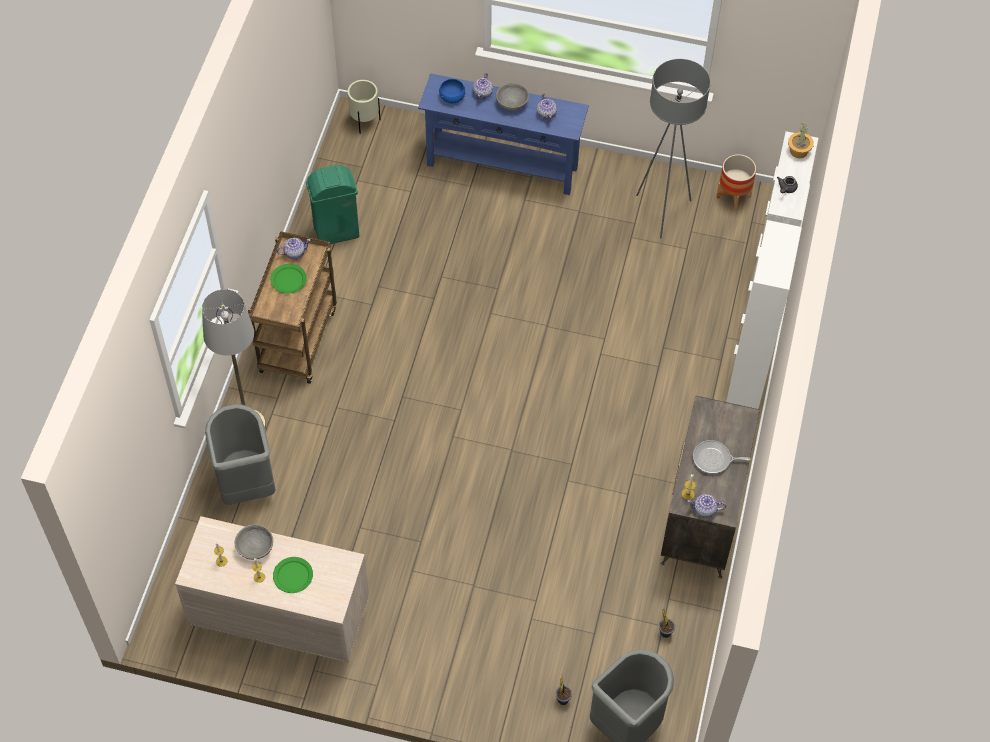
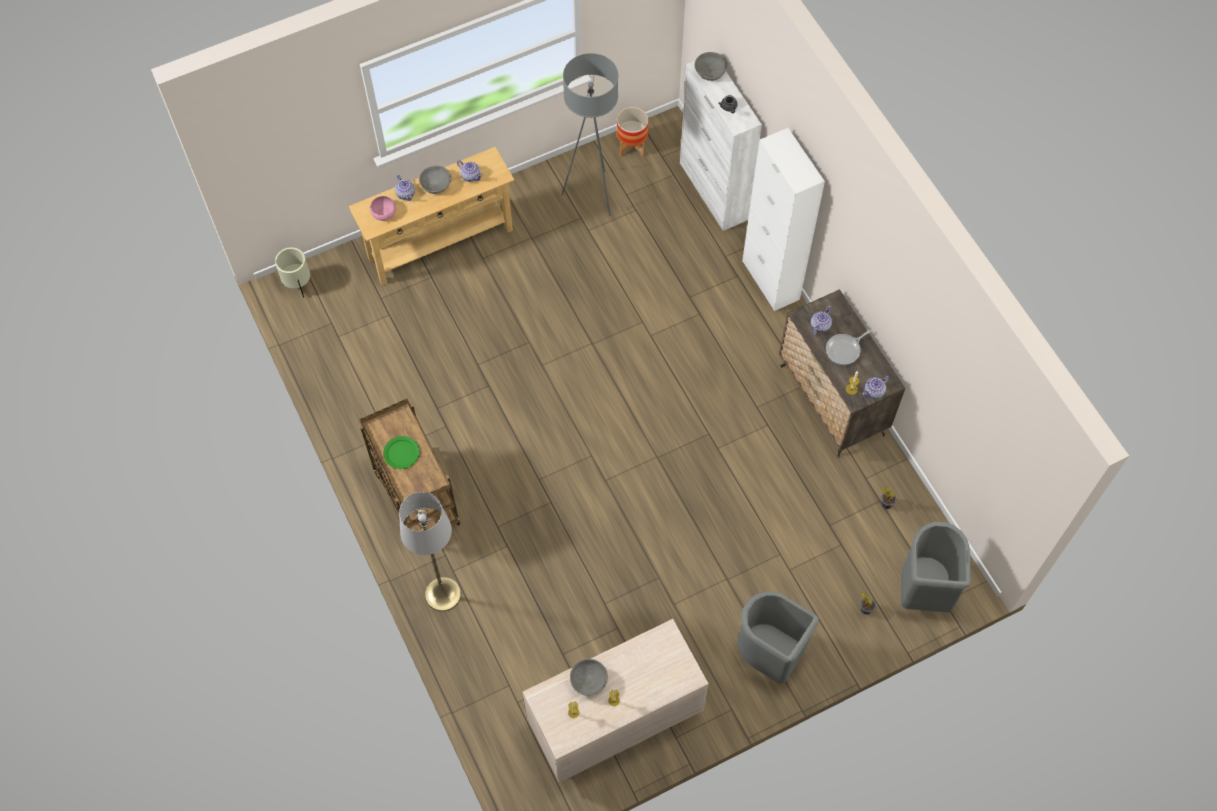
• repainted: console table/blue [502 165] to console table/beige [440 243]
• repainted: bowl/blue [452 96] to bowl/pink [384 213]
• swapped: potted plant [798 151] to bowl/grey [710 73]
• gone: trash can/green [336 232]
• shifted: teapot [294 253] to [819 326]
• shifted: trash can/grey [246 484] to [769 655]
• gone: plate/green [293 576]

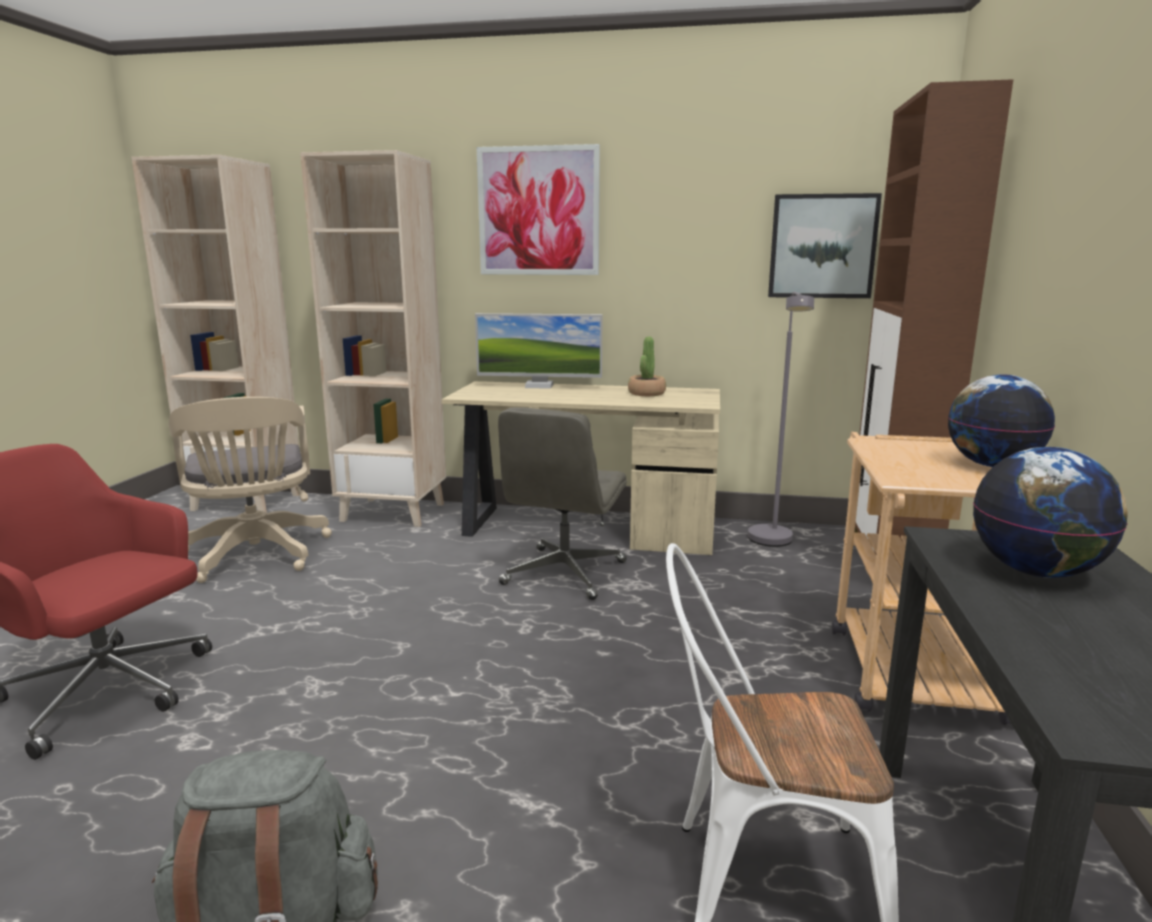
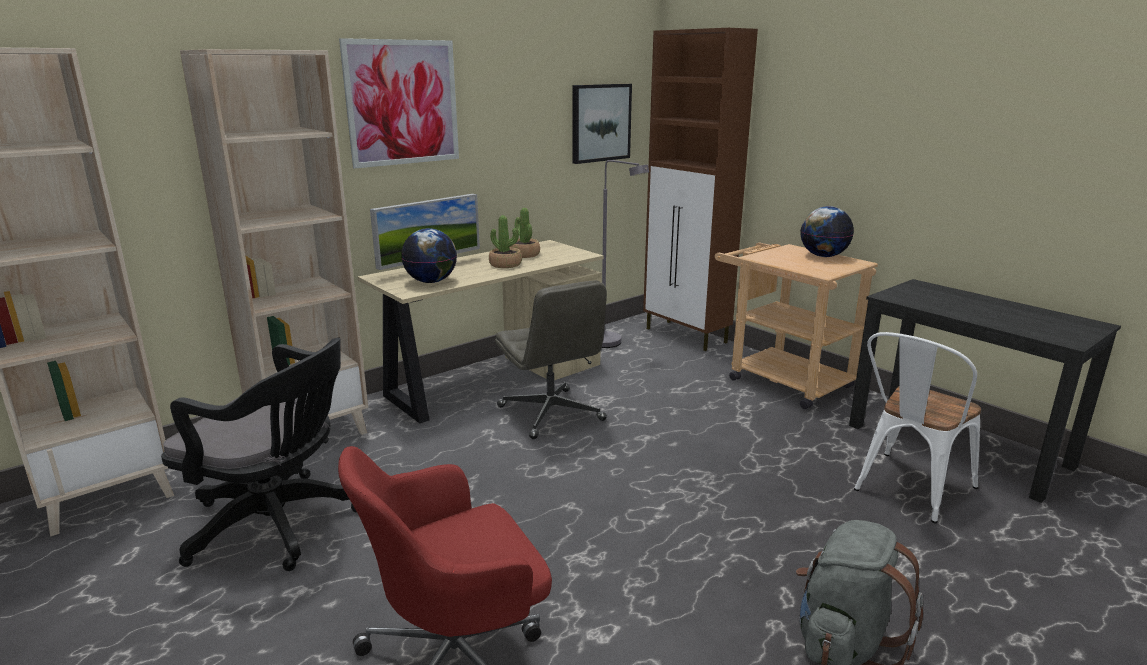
• repainted: office chair/beige [256 556] to office chair/black [280 525]
• shifted: globe [1036 572] to [431 281]
• new: potted plant [505 264]

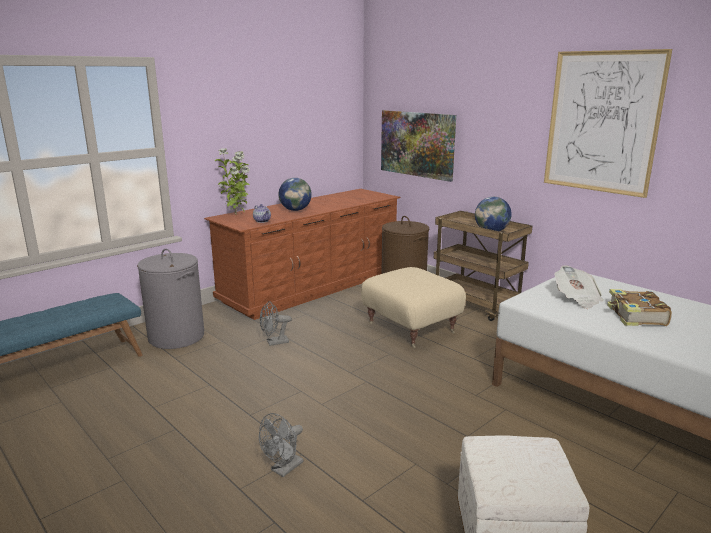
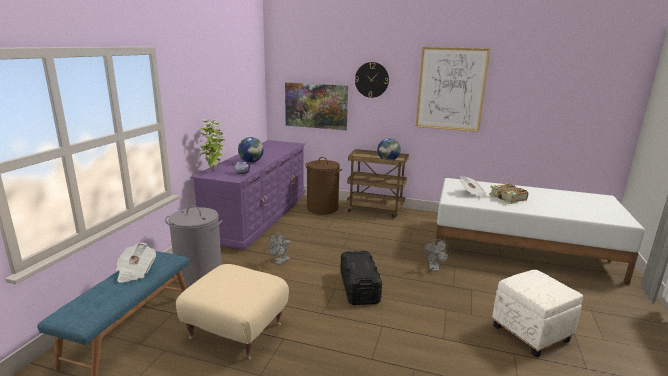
• repainted: dresser/brown [312 287] to dresser/purple [259 217]
• shifted: ottoman/beige [411 328] to [236 331]
• shifted: fan/grey [284 469] to [434 269]
• new: wall clock [371 80]
• new: newspaper [135 272]
• new: storage box/black [359 287]

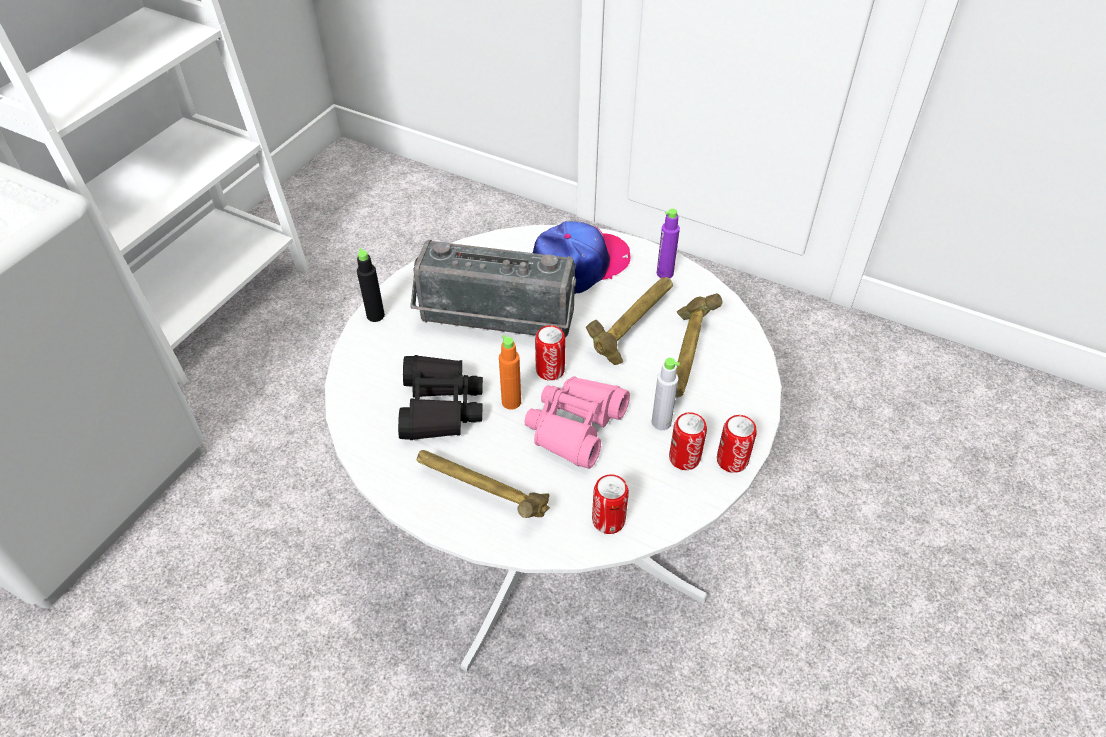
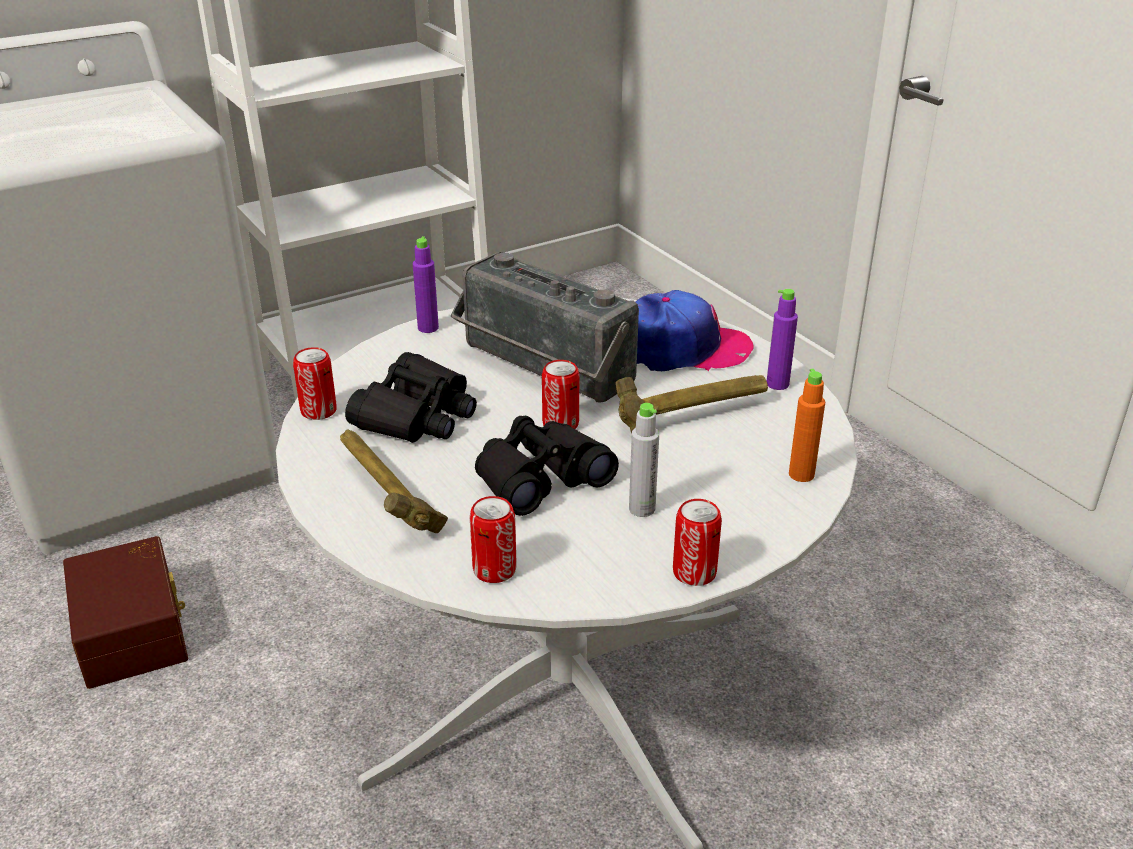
• repainted: bottle/black [375 315] to bottle/purple [428 328]
• gone: hammer [686 358]
• shifted: bottle/orange [511 402] to [801 474]
• repainted: binoculars/pink [575 426] to binoculars/black [540 479]
• shifted: can [684 458] to [318 411]
• new: storage box/brown [135 630]

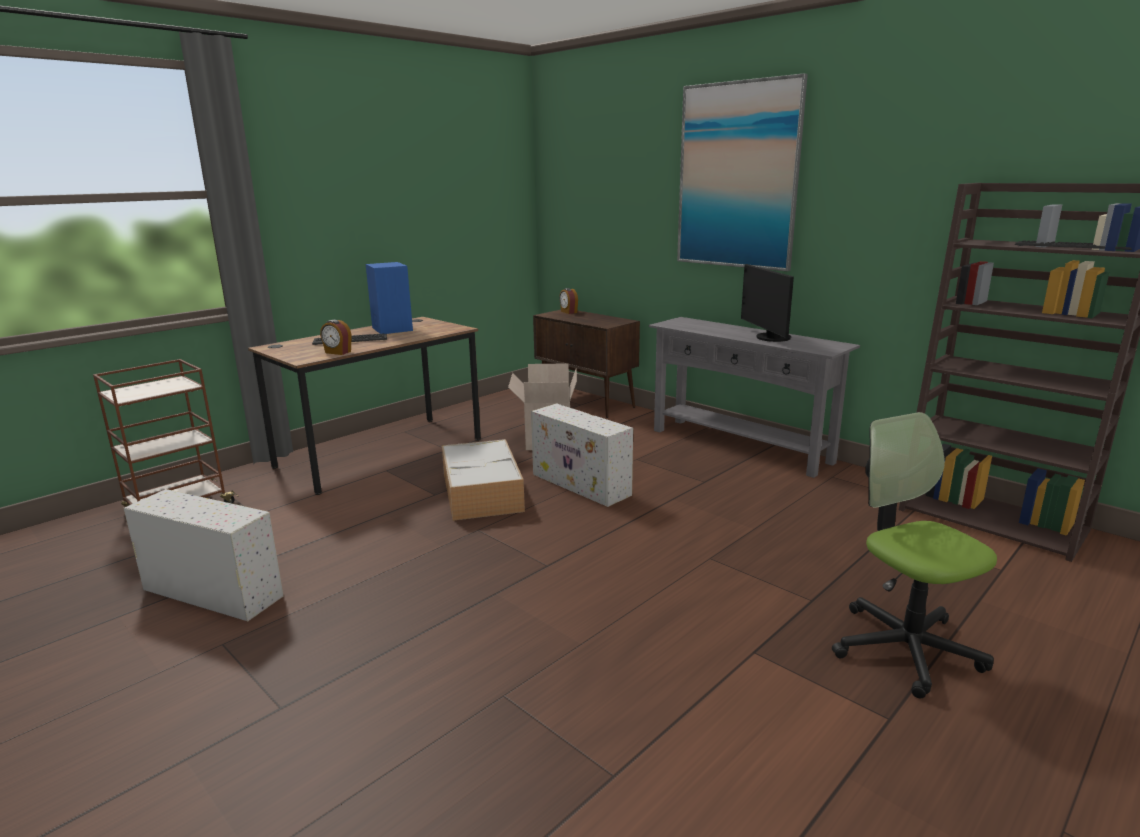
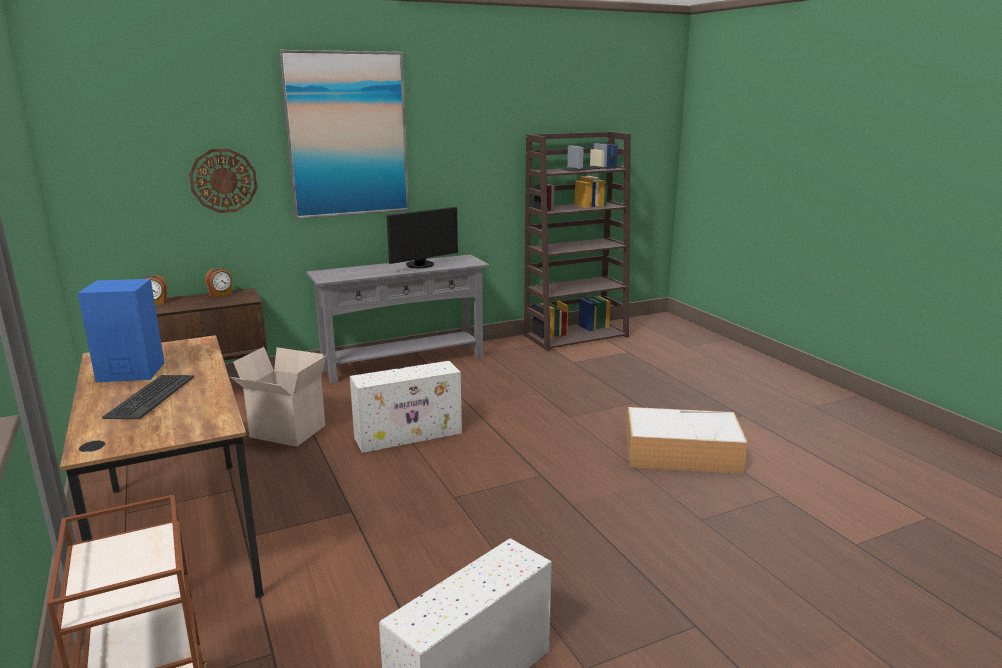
• rotated: monitor [769 338] = [421 265] 45 degrees counterclockwise
• shifted: alarm clock [337 352] to [221 294]
• gone: office chair [905 648]
• shifted: storage box [482 493] to [683 453]
• new: wall clock [223 180]

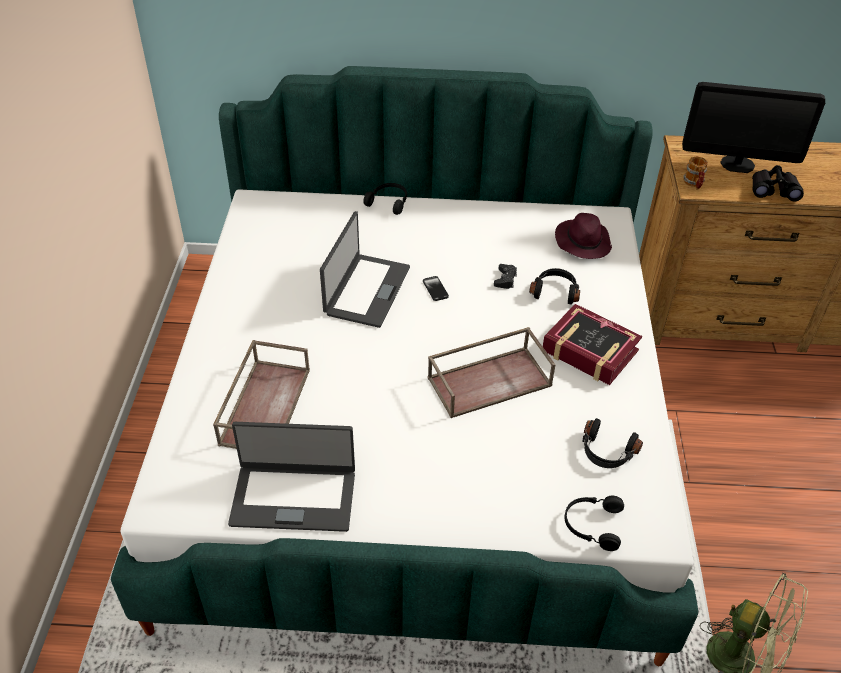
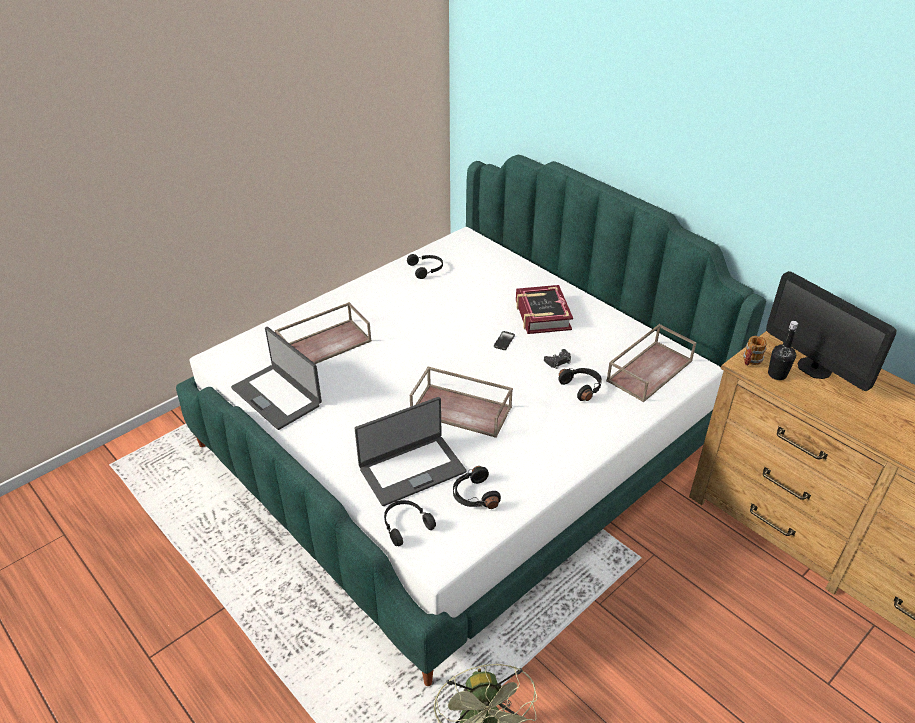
• gone: binoculars/black [773 190]
• shifted: headphones/black [389 202] to [426 269]
• shifted: laptop [366 290] to [411 469]
• swapped: hat/purple [582 242] to tray/brown [649 370]
• shifted: book [589 351] to [542 315]
• new: bottle/black [777 374]

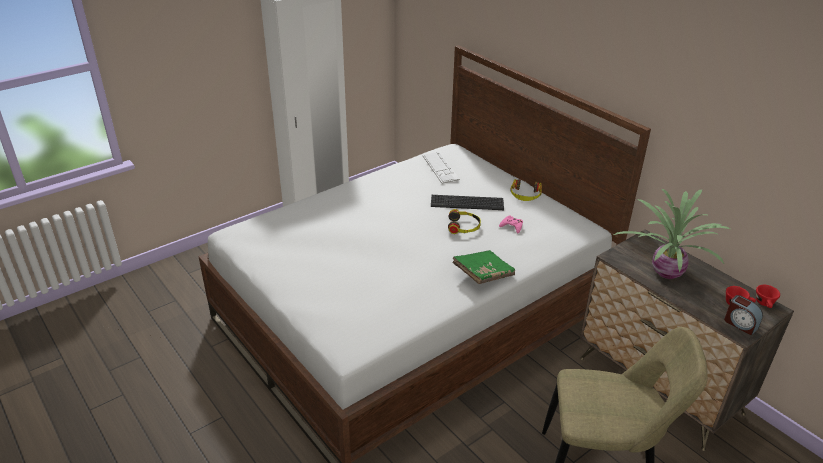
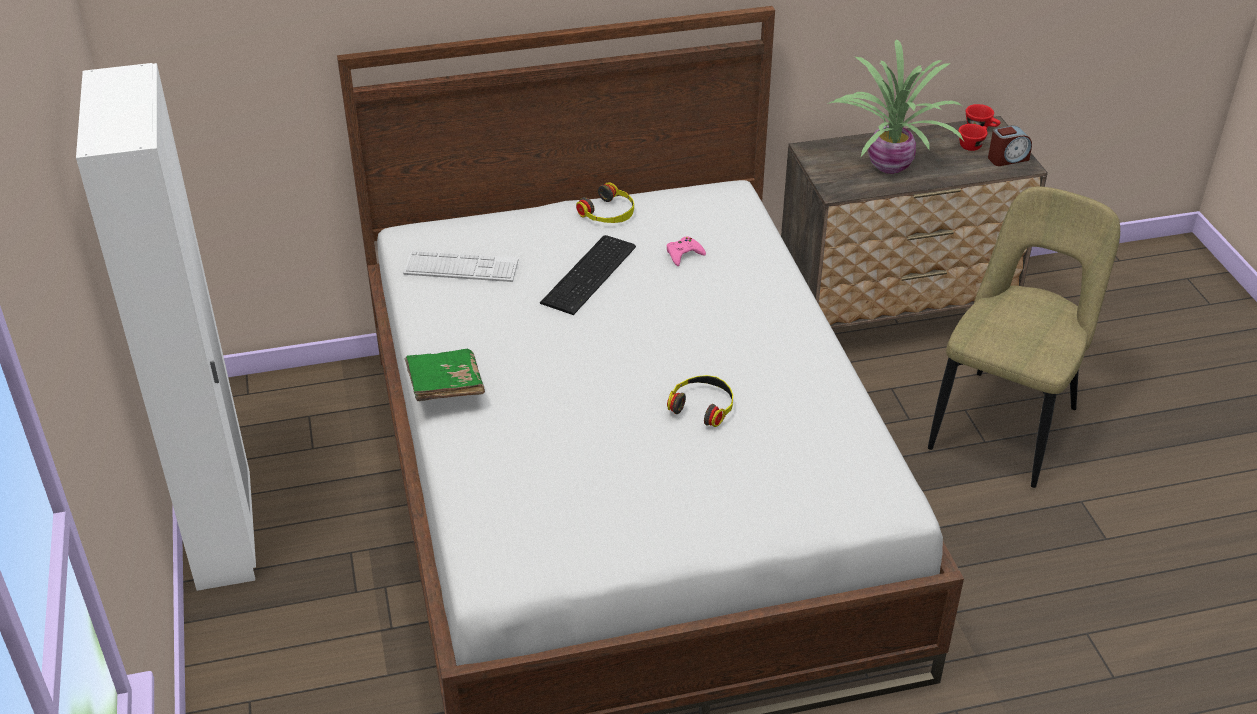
• shifted: headphones [464 226] to [702 406]
• shifted: book/green [483 274] to [445 388]

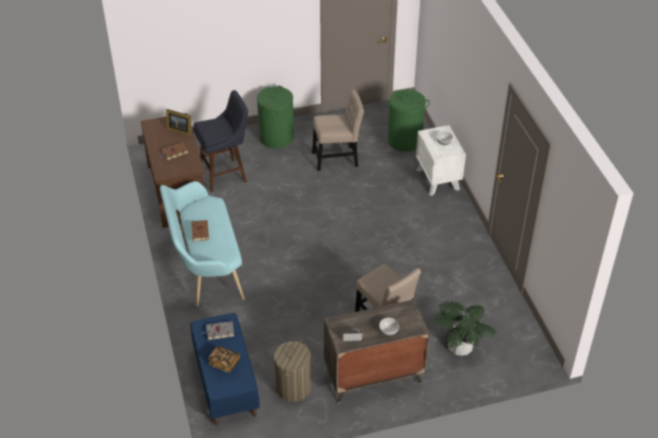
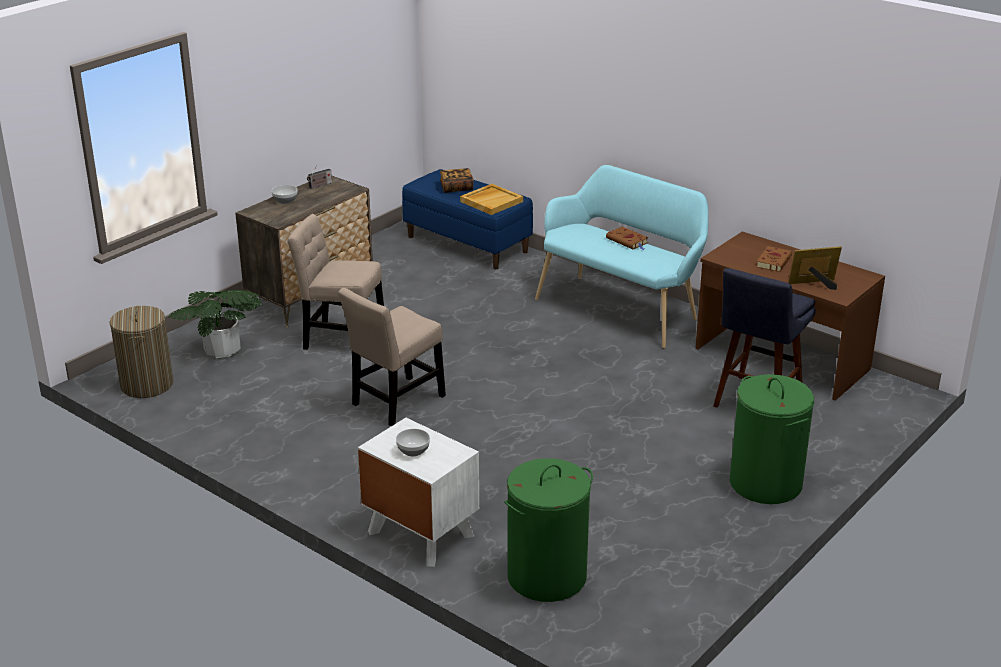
• shifted: chair/beige [337 158] to [395 402]
• swapped: book/grey [219 332] to tray/beige [491 201]
• shifted: laundry basket [293 387] to [147 384]

